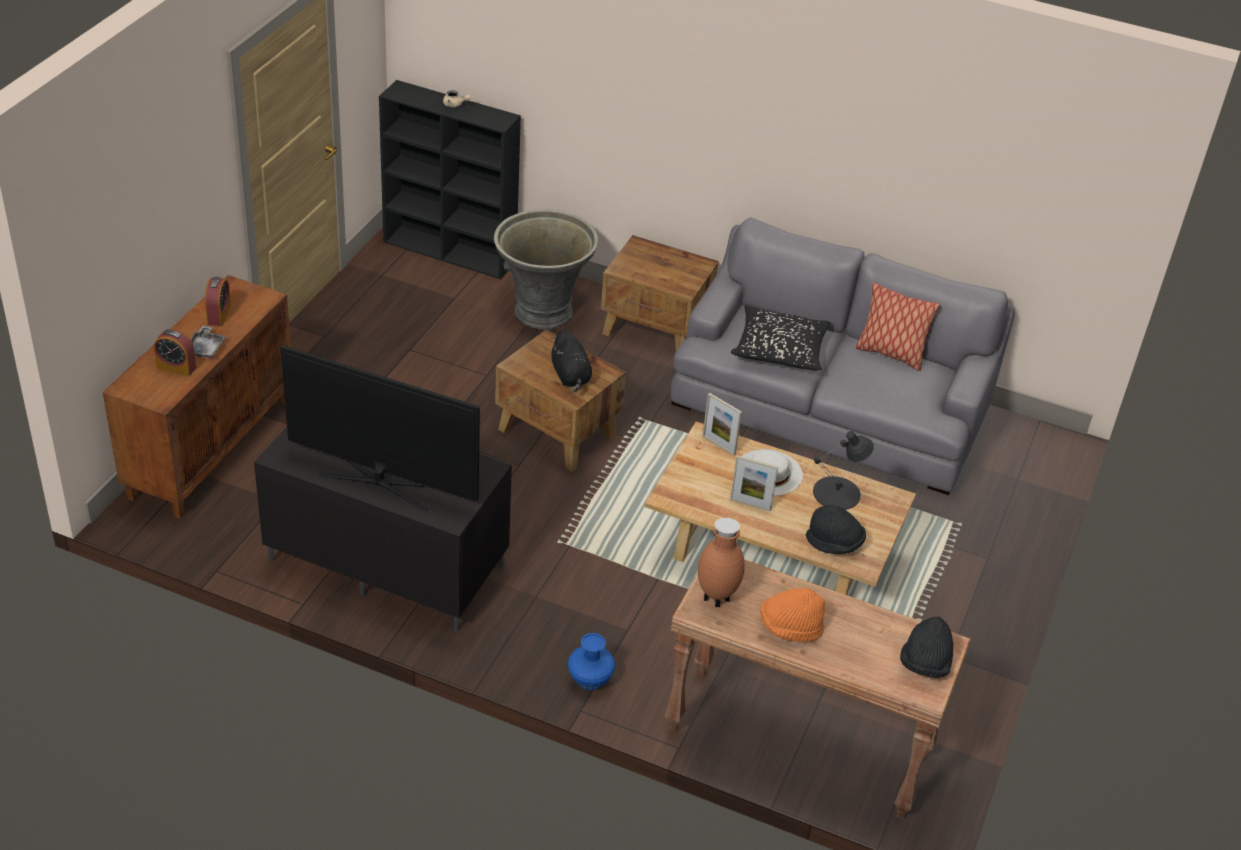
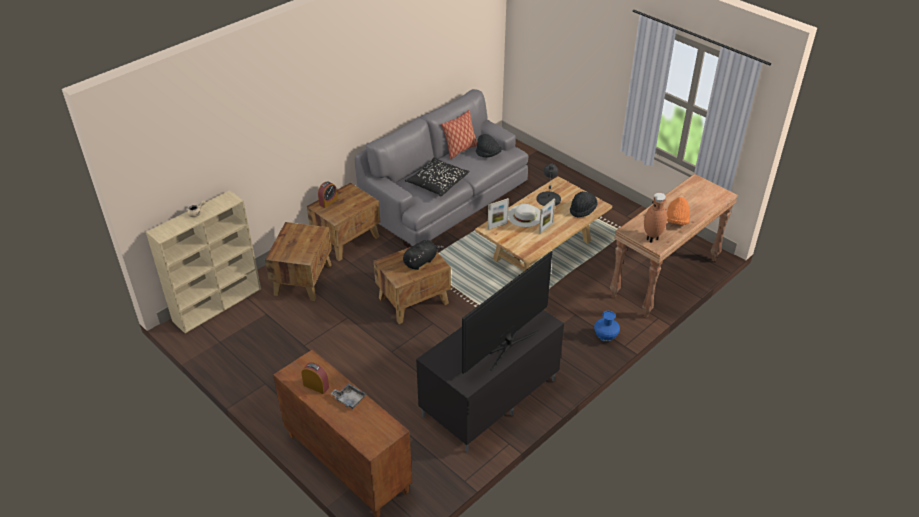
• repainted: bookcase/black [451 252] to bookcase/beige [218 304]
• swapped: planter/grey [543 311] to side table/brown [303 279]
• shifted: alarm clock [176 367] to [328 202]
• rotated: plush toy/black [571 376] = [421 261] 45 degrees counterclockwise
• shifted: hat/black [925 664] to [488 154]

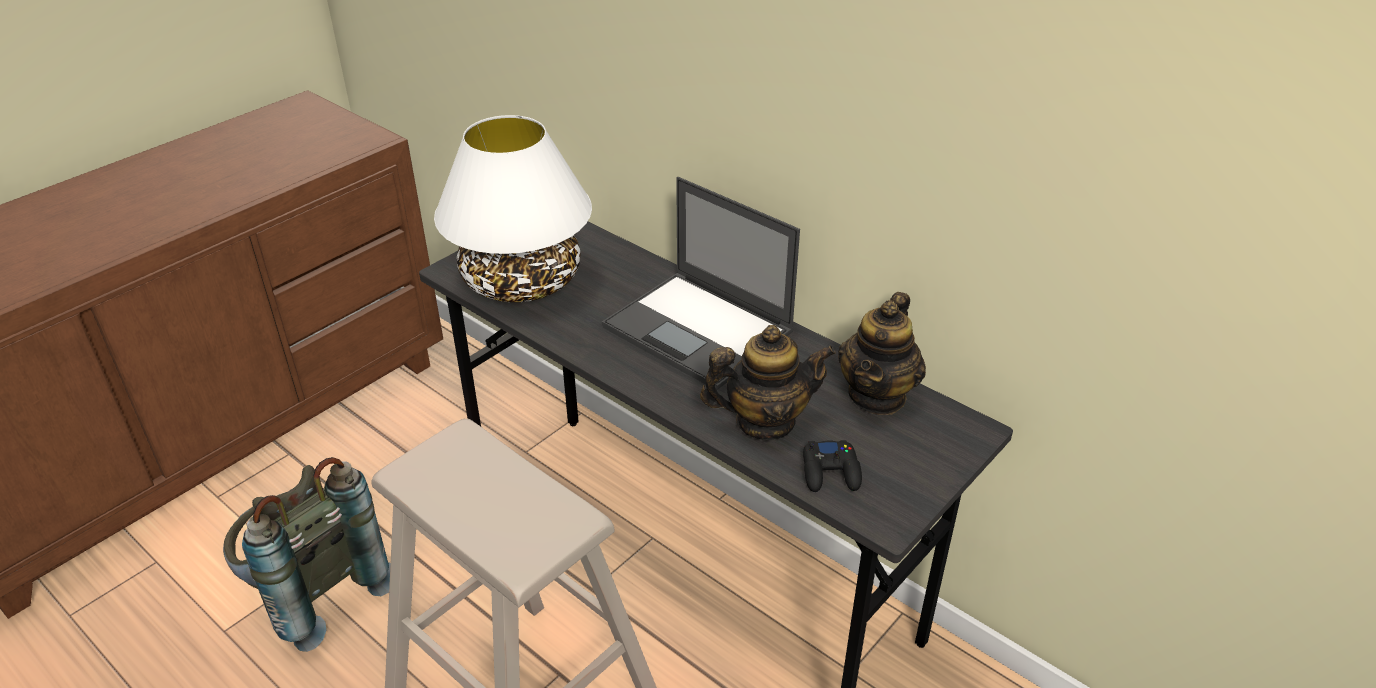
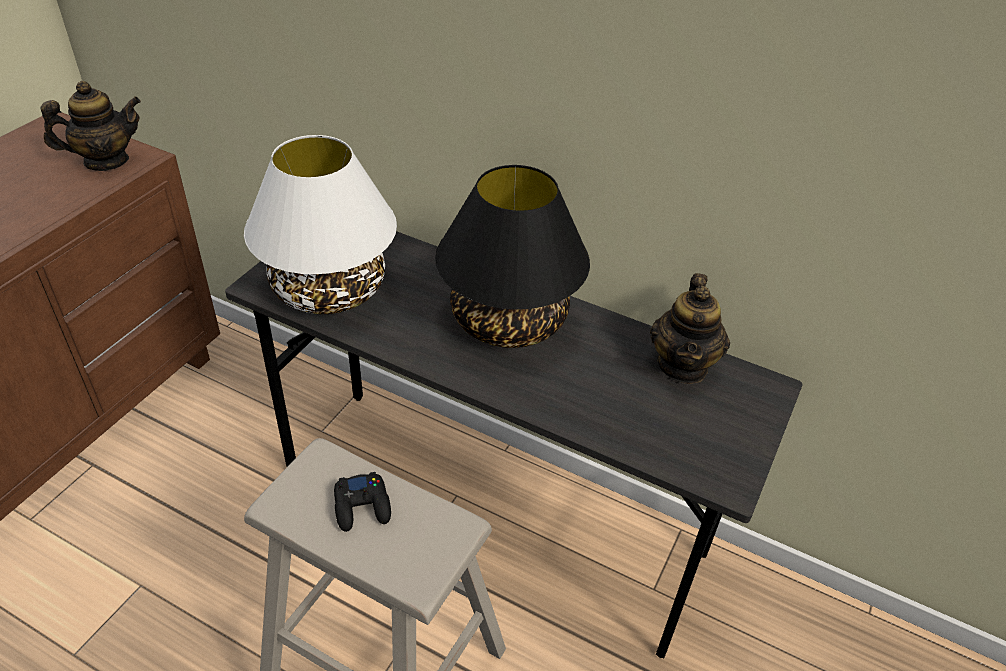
• swapped: laptop [700 330] to table lamp/black [509 320]
• shifted: teapot [765 421] to [106 161]
• shifted: game controller/black [831 472] to [362 506]
• gone: backpack/grey [313 593]

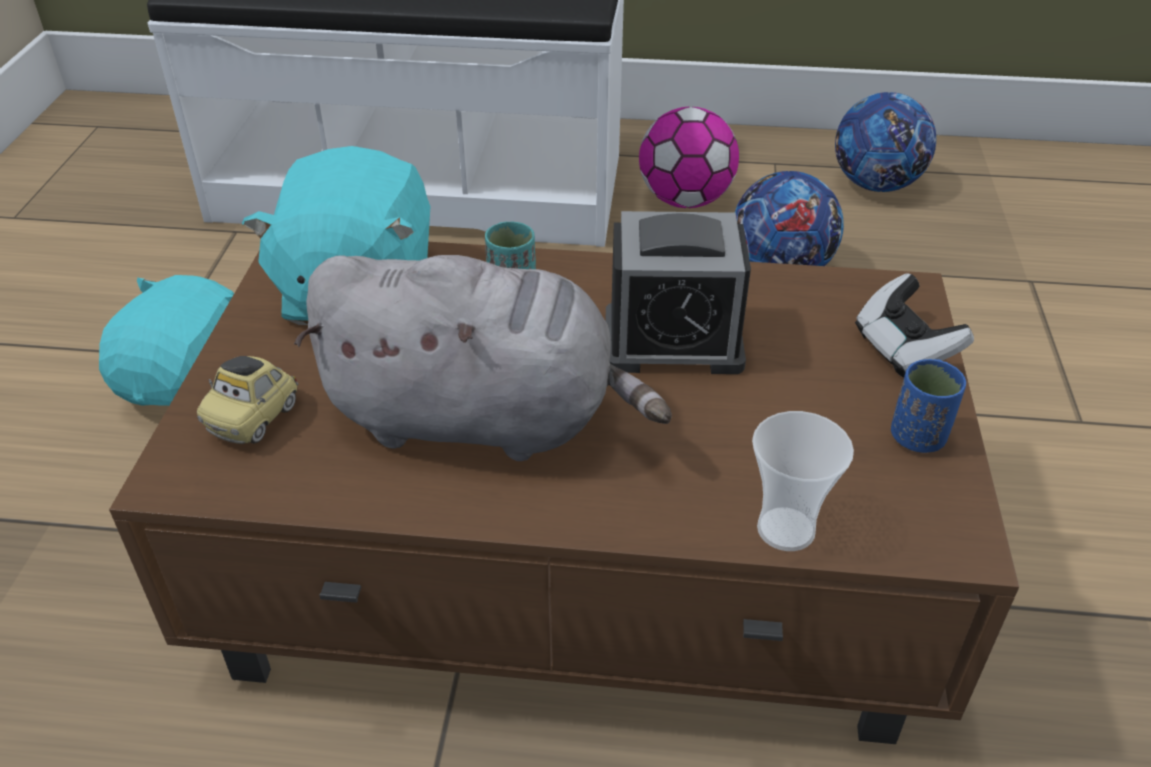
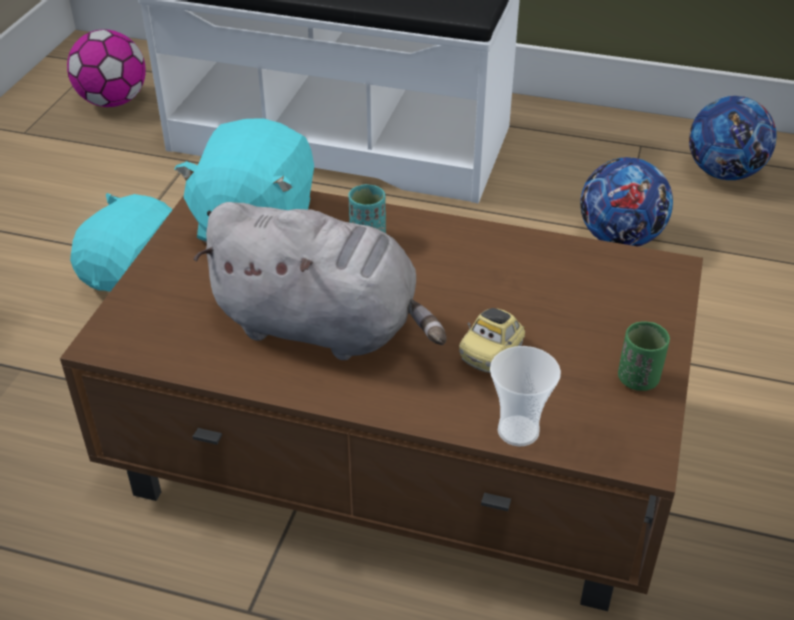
• shifted: football [685 200] to [113 101]
• gone: alarm clock [673 341]
• gone: game controller [903 349]
• shifted: toy car [254 419] to [492 354]
• repainted: cup/blue [917 438] to cup/green [638 379]

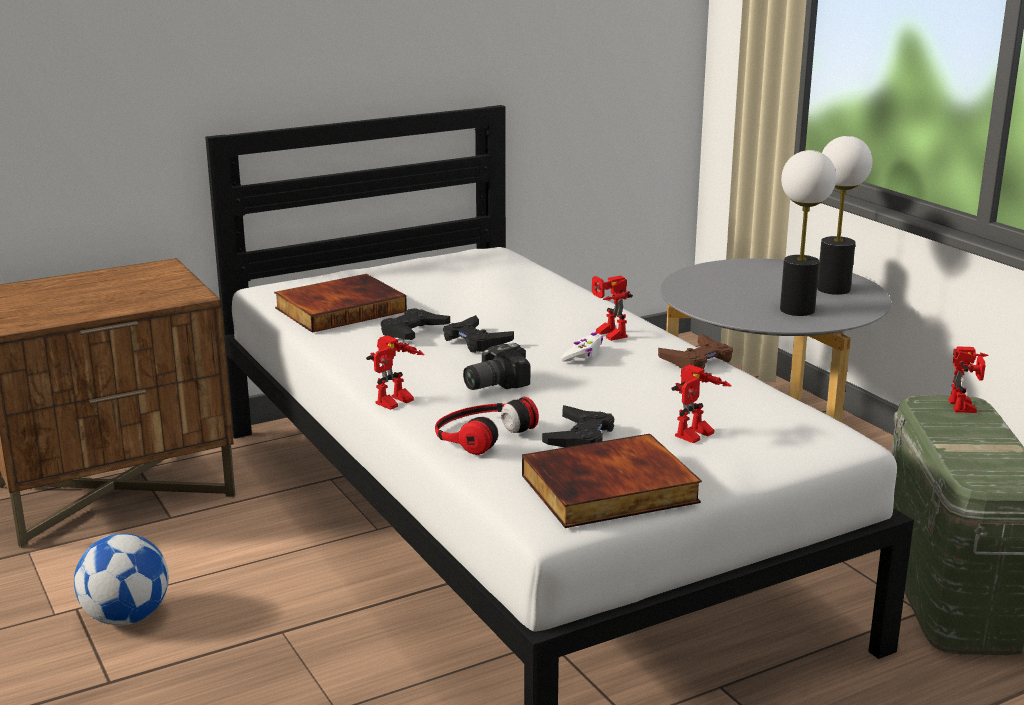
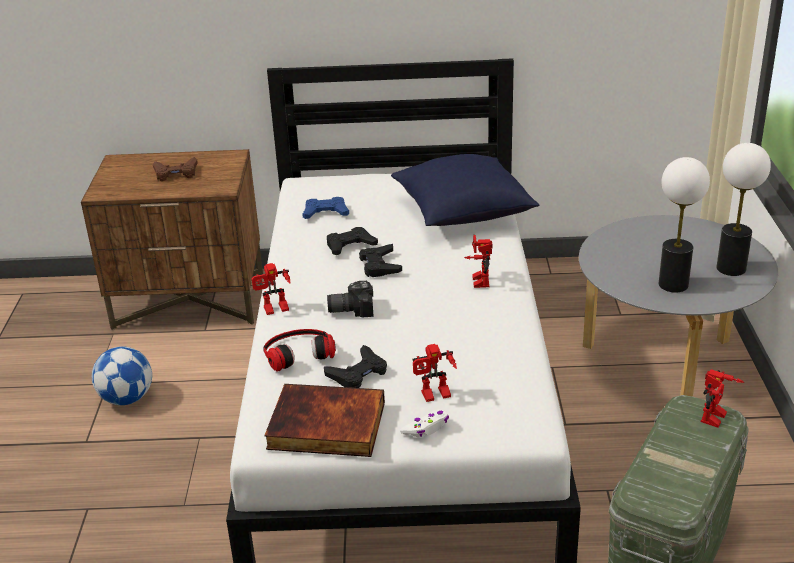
• swapped: book [340 309] to game controller/blue [325 213]
• shifted: game controller/white [583 354] to [426 428]
• shifted: game controller/brown [697 360] to [176 173]
• new: pillow/blue [463 212]

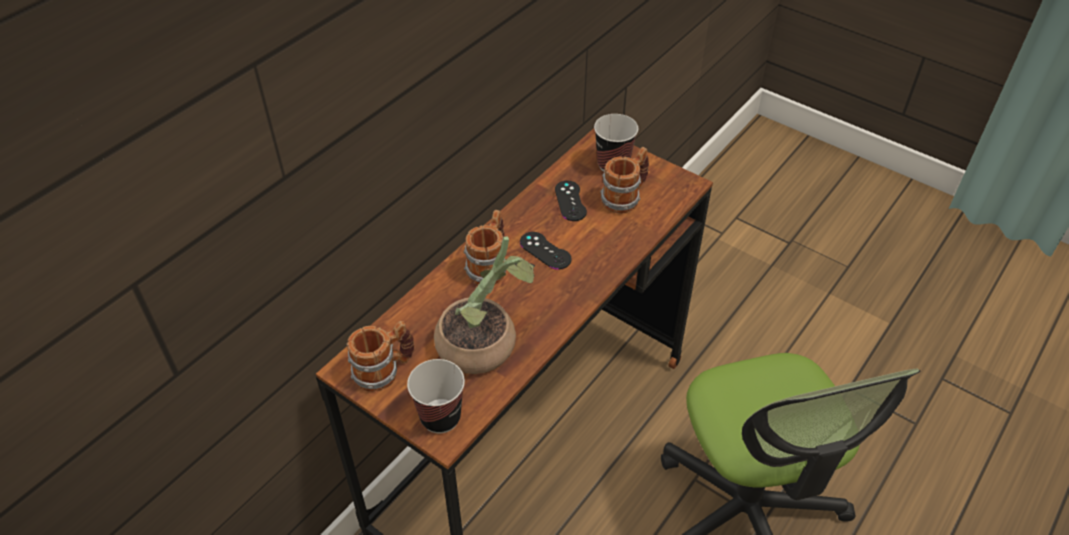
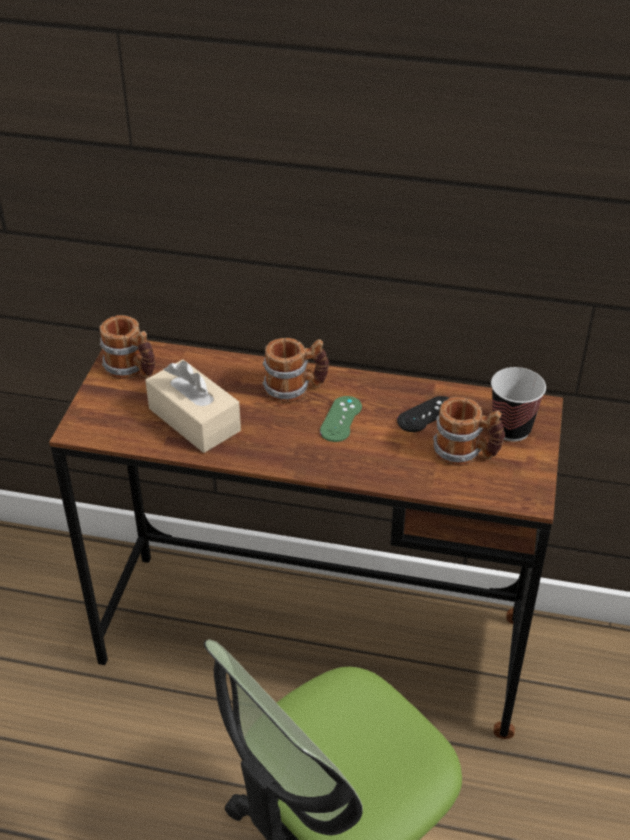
• repainted: game controller/black [545 251] to game controller/green [341 419]
• swapped: potted plant [486 345] to tissue box/beige [194 419]
• gone: cup [440 417]

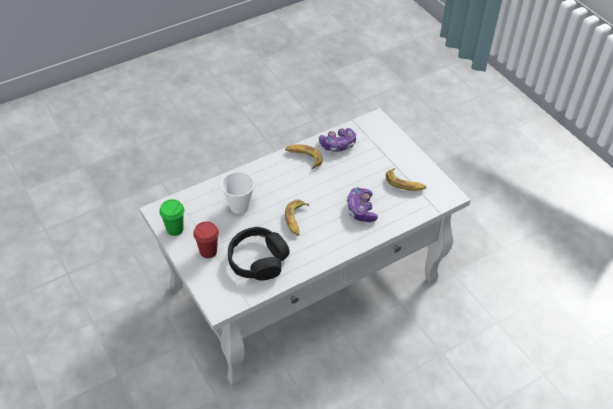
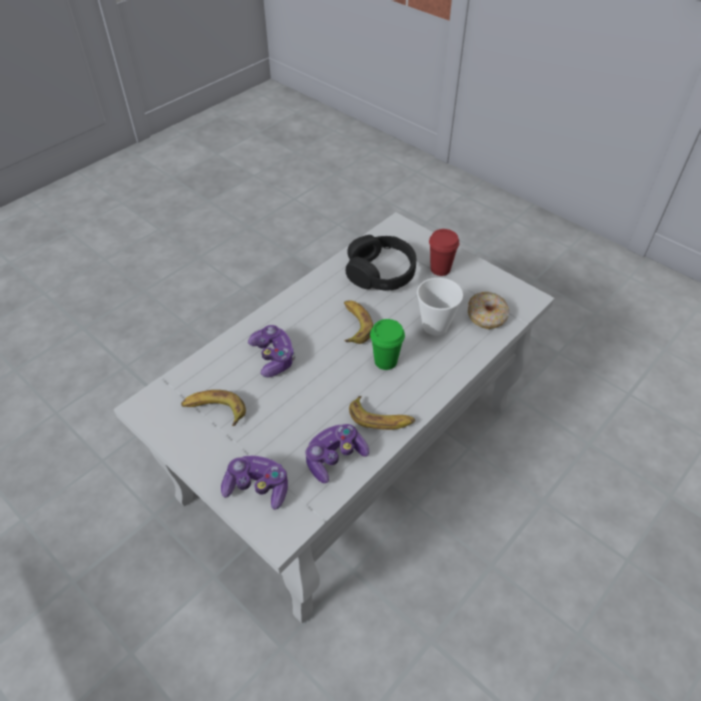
• shifted: cup/green [175 229] to [385 361]
• new: donut [487 316]
• new: game controller [257 487]

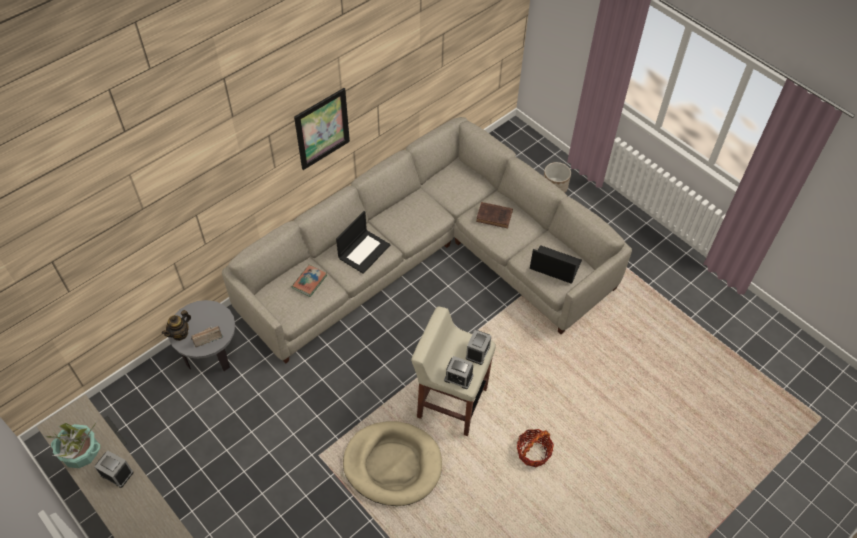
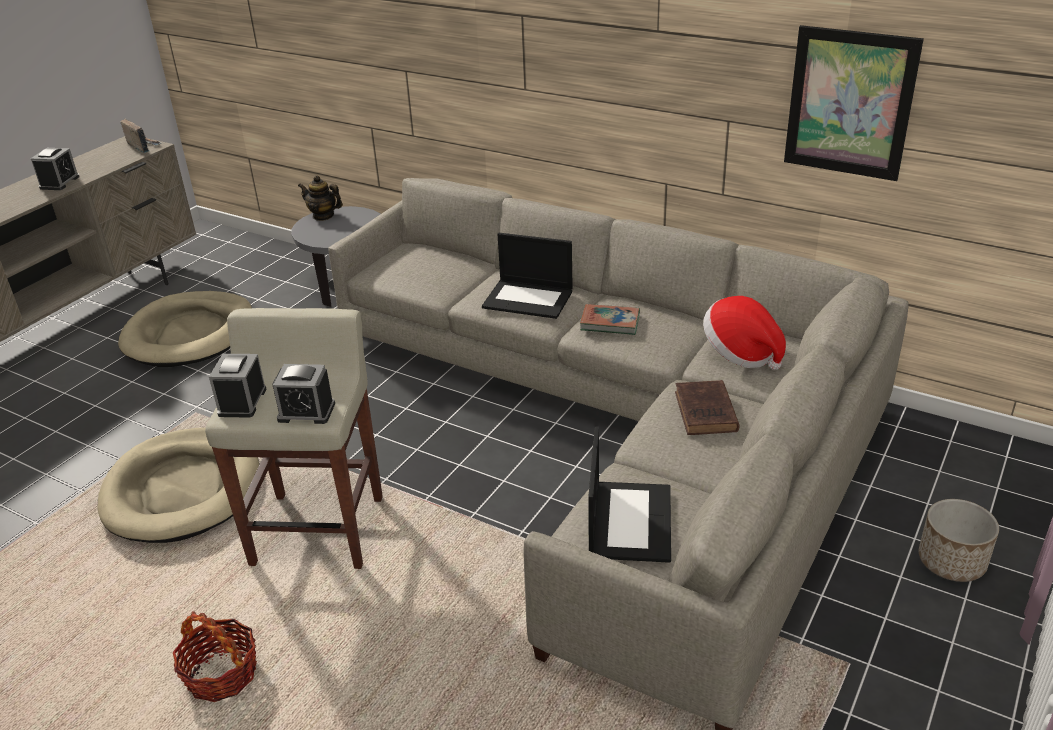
• shifted: picture [322 129] to [849 103]
• shifted: book [309 282] to [610 323]
• shifted: radio [206 338] to [143 146]
• gone: potted plant [80 452]
• new: dog bed/beige [190 334]
• new: hat [740 353]

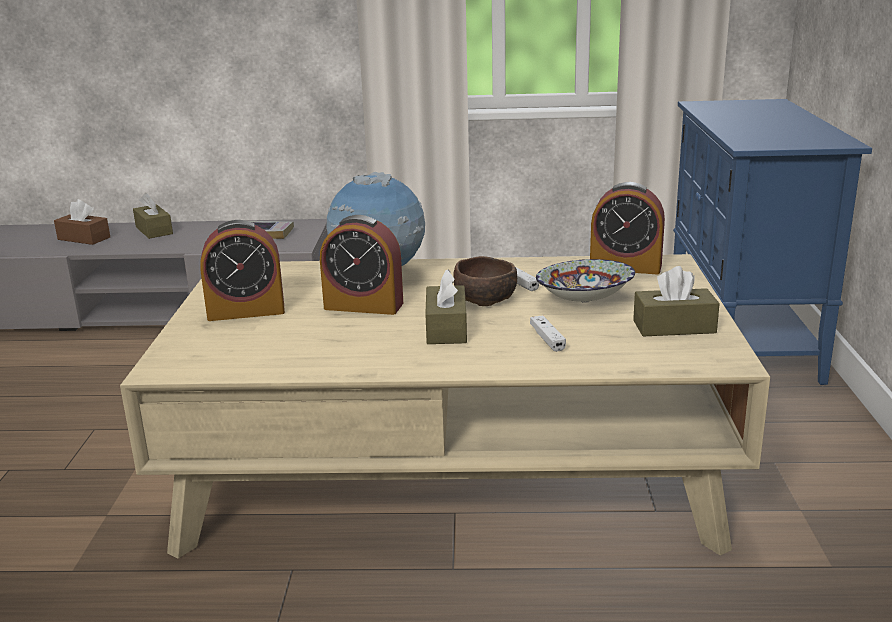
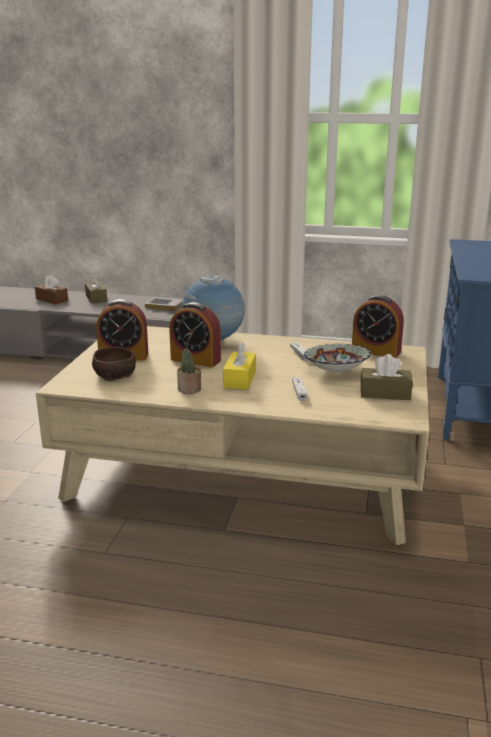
• shifted: bowl/brown [487 298] to [116 375]
• repainted: tissue box/brown [446 328] to tissue box/yellow [240 379]
• new: potted plant [190 389]

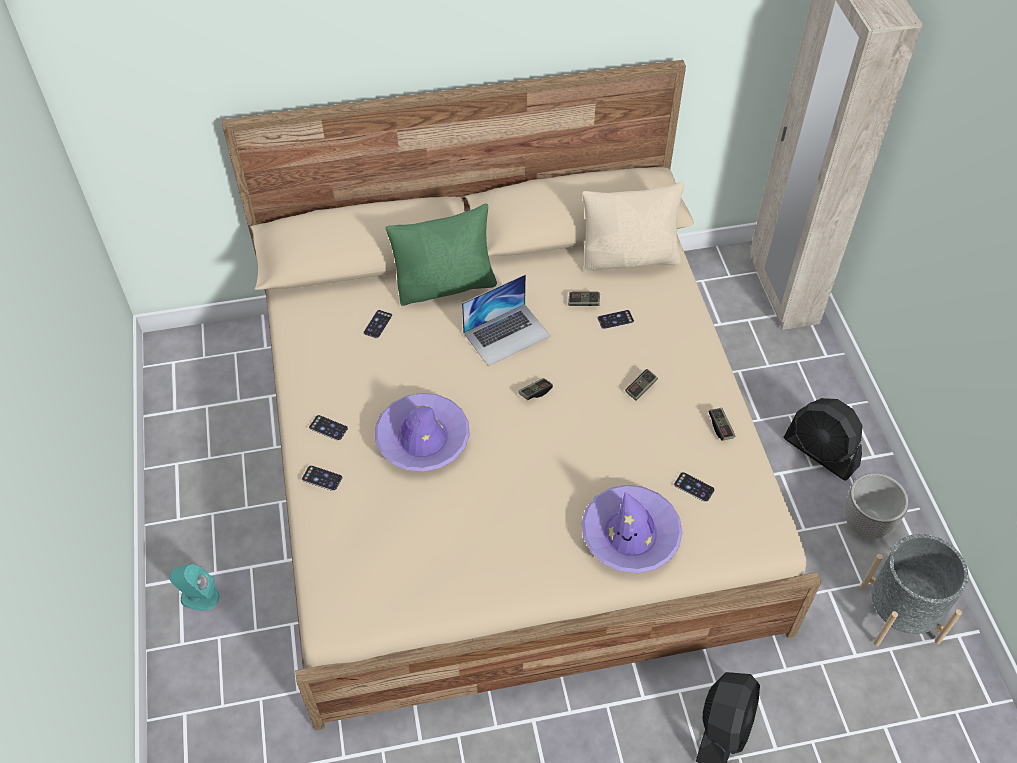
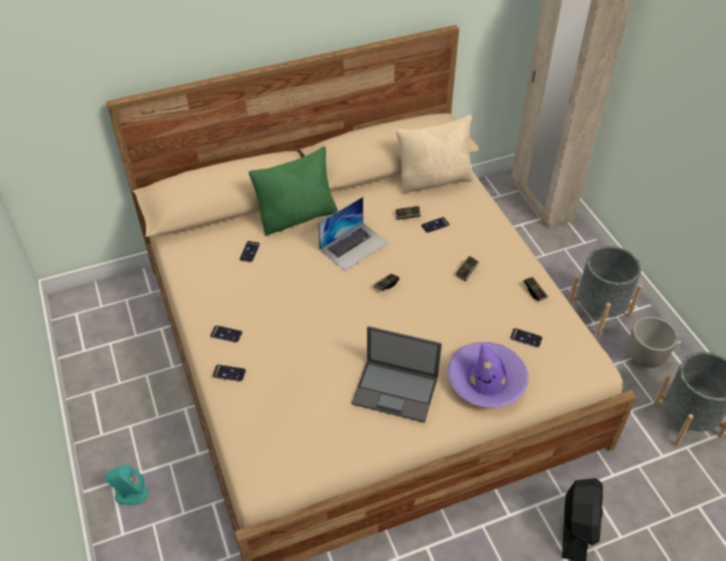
• gone: hat/purple [422 439]
• swapped: fan/black [821 452] to planter/grey [598 311]
• new: laptop [396 390]

